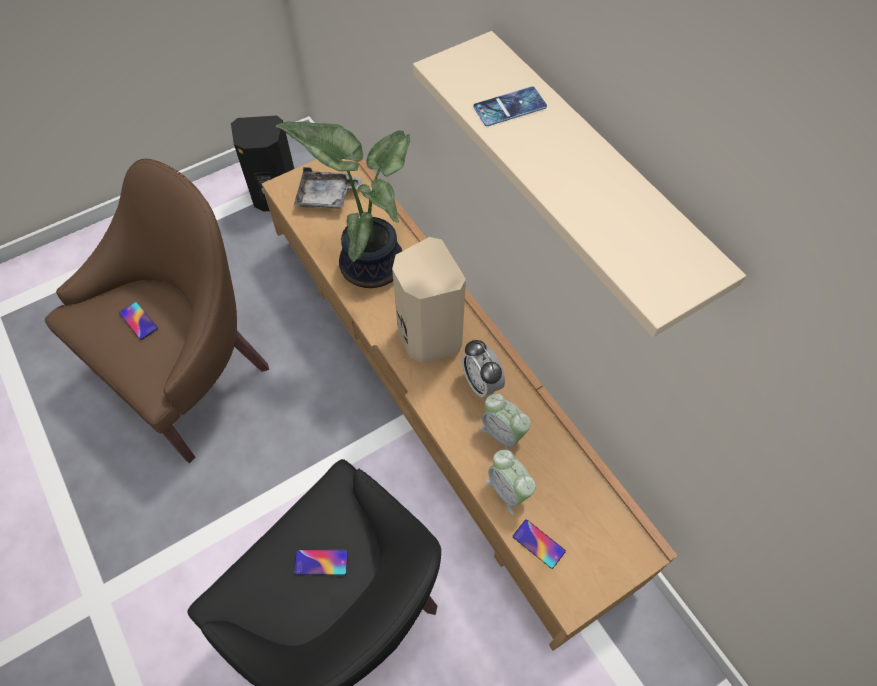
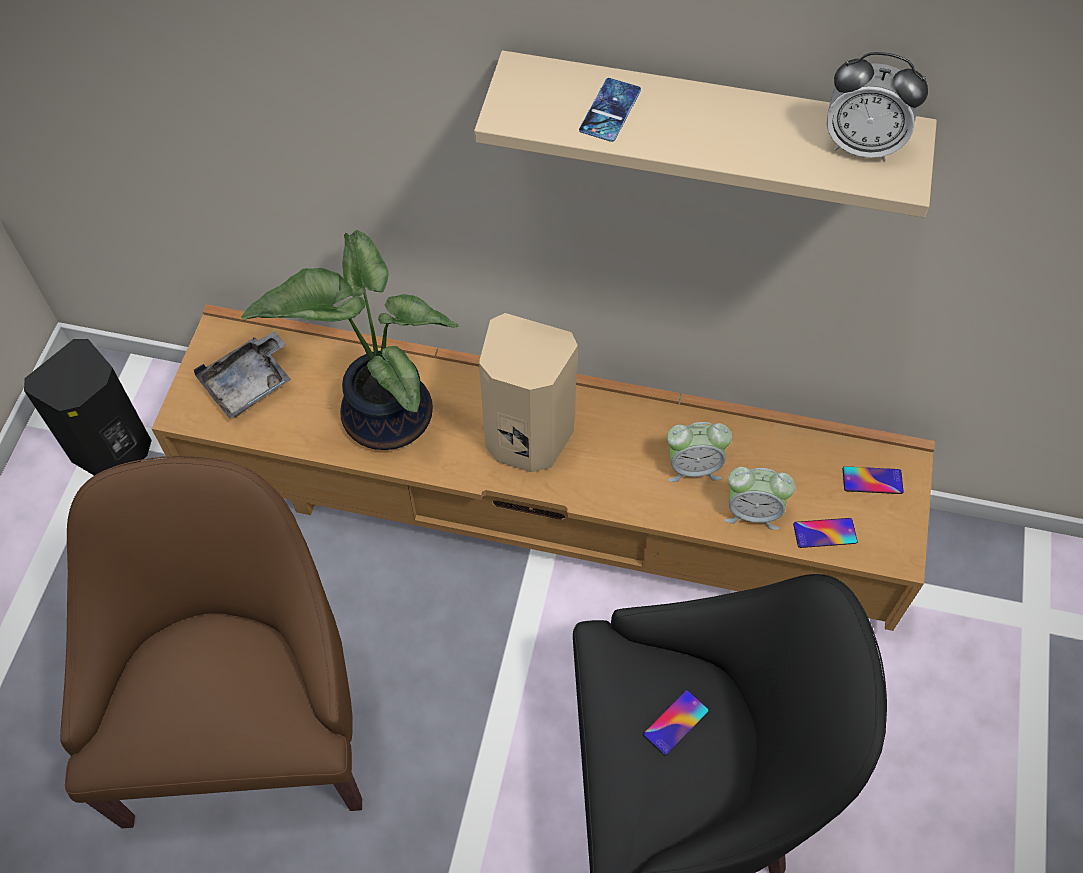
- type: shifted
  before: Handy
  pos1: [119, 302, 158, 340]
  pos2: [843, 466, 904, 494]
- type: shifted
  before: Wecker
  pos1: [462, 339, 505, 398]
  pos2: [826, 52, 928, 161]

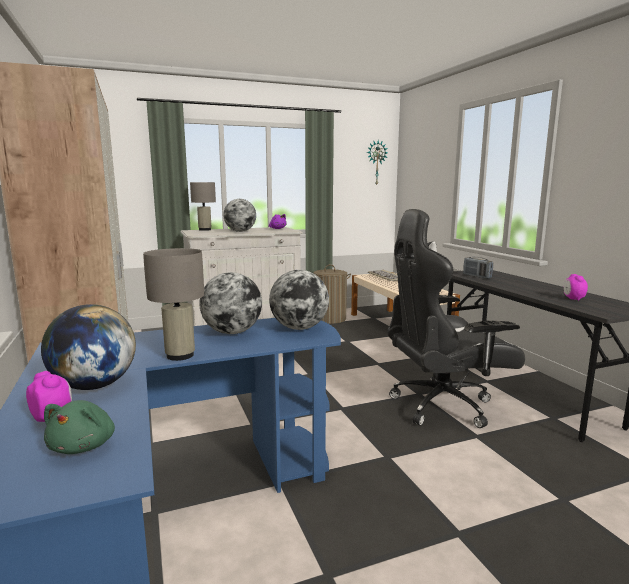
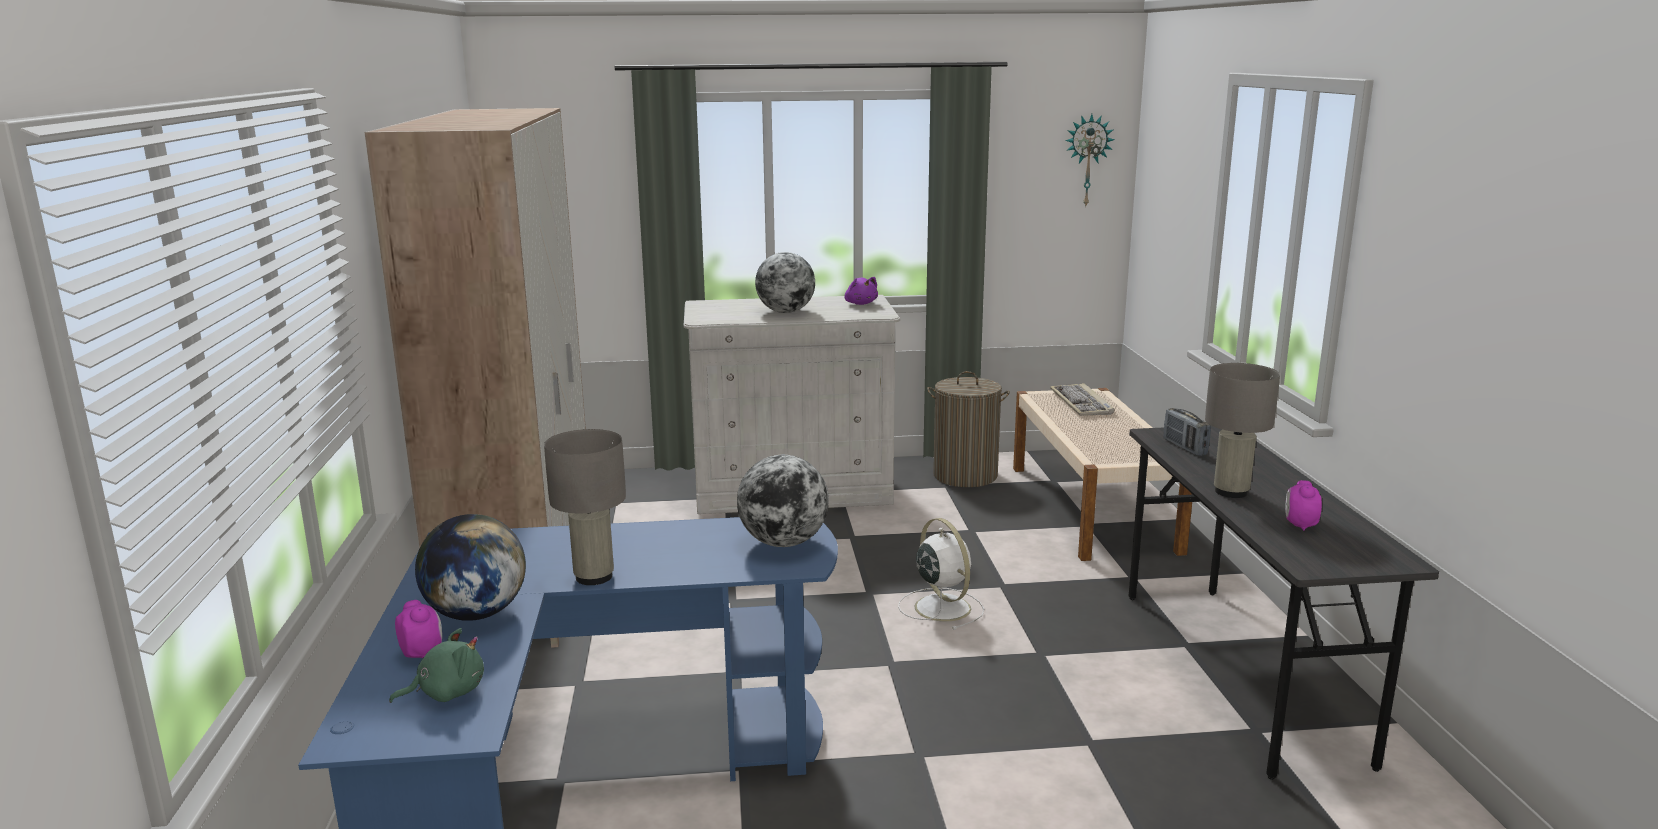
- type: shifted
  before: Tischlampe (grau)
  pos1: [190, 182, 216, 231]
  pos2: [1205, 363, 1280, 498]
- type: gone
  before: Bürostuhl (schwarz)
  pos1: [387, 209, 525, 428]
- type: gone
  before: Globus
  pos1: [200, 272, 262, 334]
- type: rotated
  before: Plüschtier (grün)
  pos1: [44, 400, 115, 454]
  pos2: [389, 628, 484, 703]
  turn: -135
- type: new
  after: Ventilator (weiß)
  pos2: [898, 518, 984, 630]

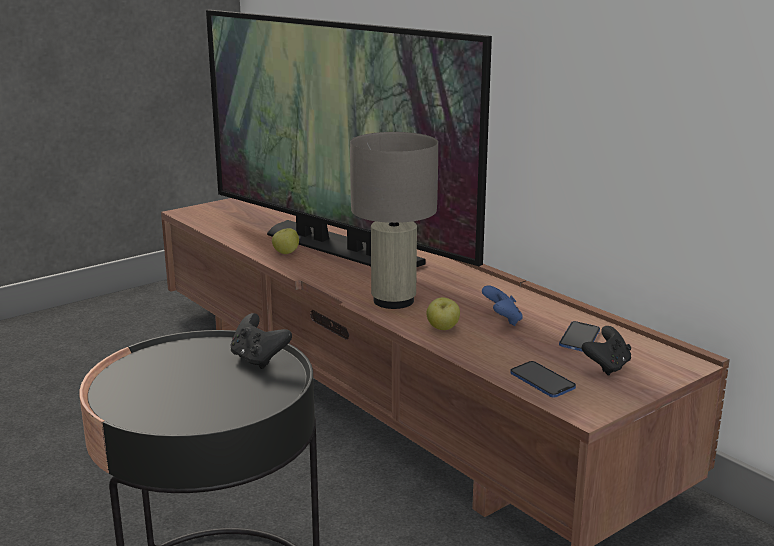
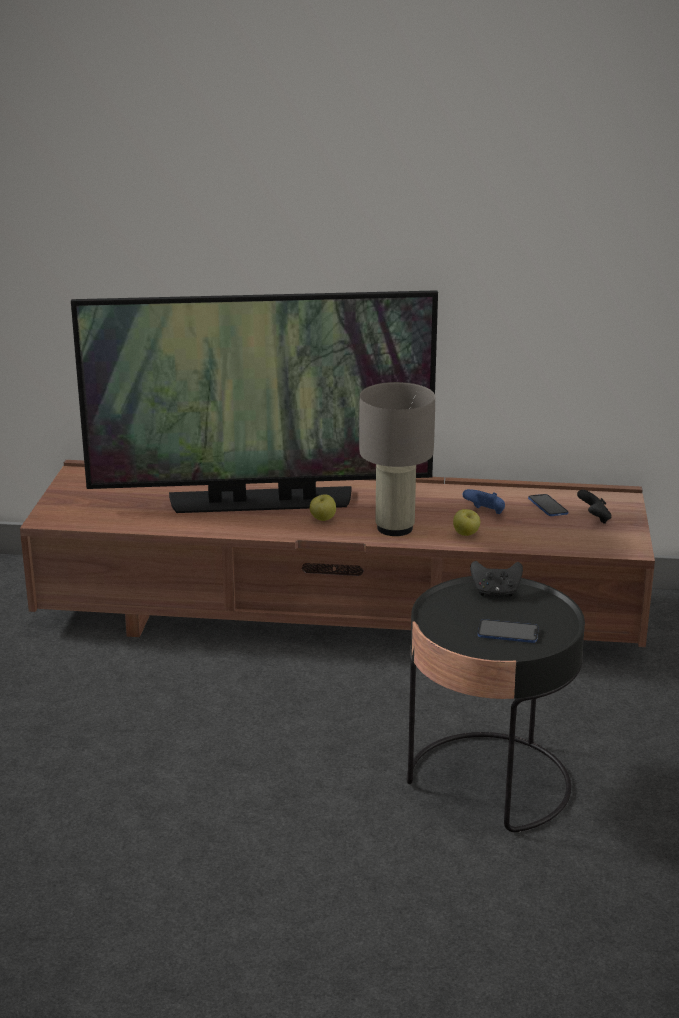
- type: shifted
  before: Apfel
  pos1: [272, 228, 299, 254]
  pos2: [310, 494, 336, 521]
- type: shifted
  before: Handy
  pos1: [510, 361, 576, 397]
  pos2: [478, 619, 539, 643]

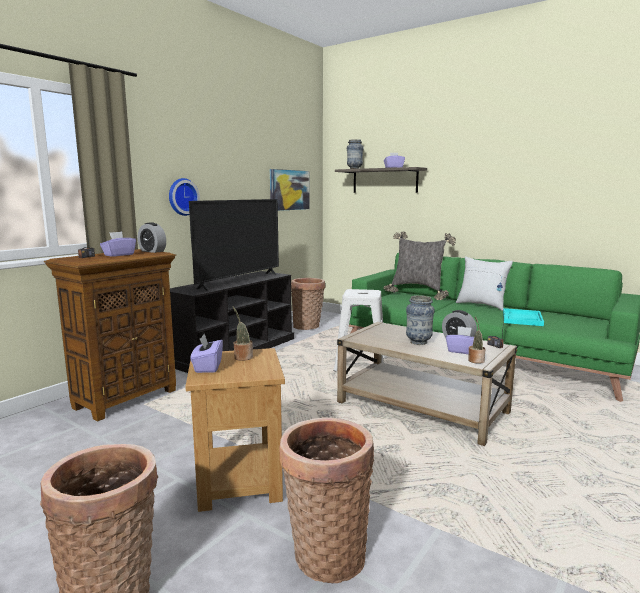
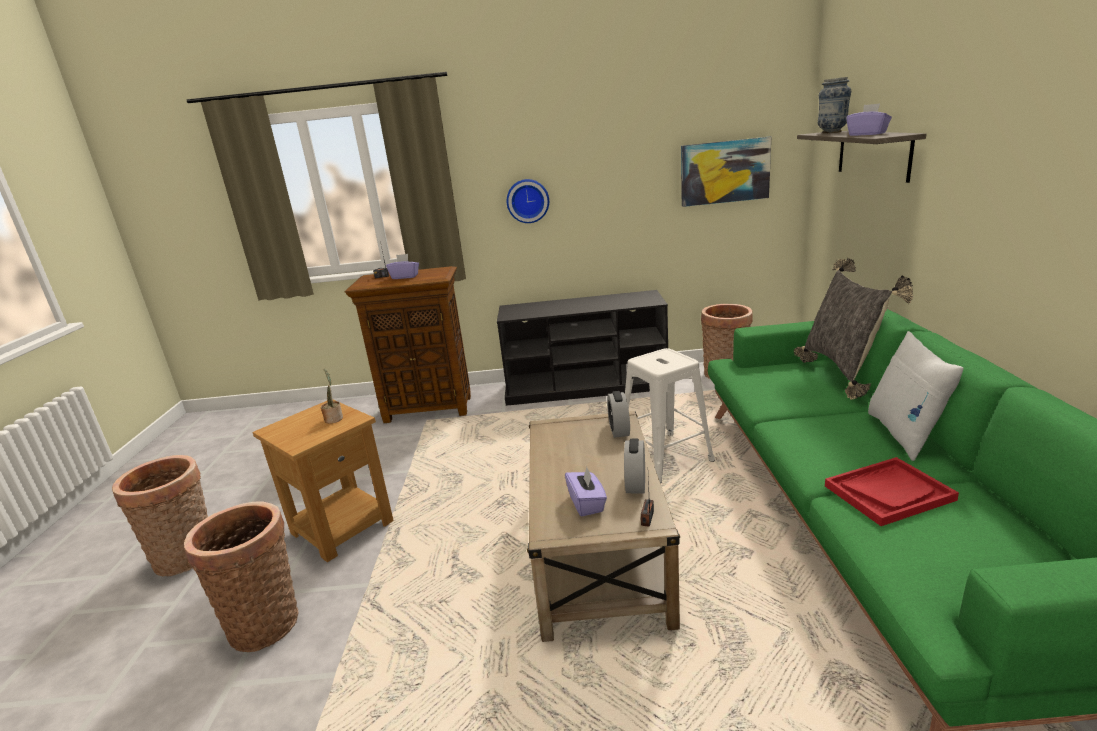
- type: gone
  before: Fernseher
  pos1: [189, 199, 279, 291]
- type: shifted
  before: Wecker
  pos1: [138, 222, 166, 253]
  pos2: [607, 391, 630, 438]
- type: gone
  before: Vase
  pos1: [406, 295, 435, 345]
- type: repainted
  before: Tablett (türkis)
  after: Tablett (rot)
  pos1: [503, 308, 544, 326]
  pos2: [825, 457, 959, 526]
- type: gone
  before: Topfpflanze
  pos1: [468, 317, 486, 364]
- type: gone
  before: Taschentuchbox (lila)
  pos1: [190, 334, 223, 373]

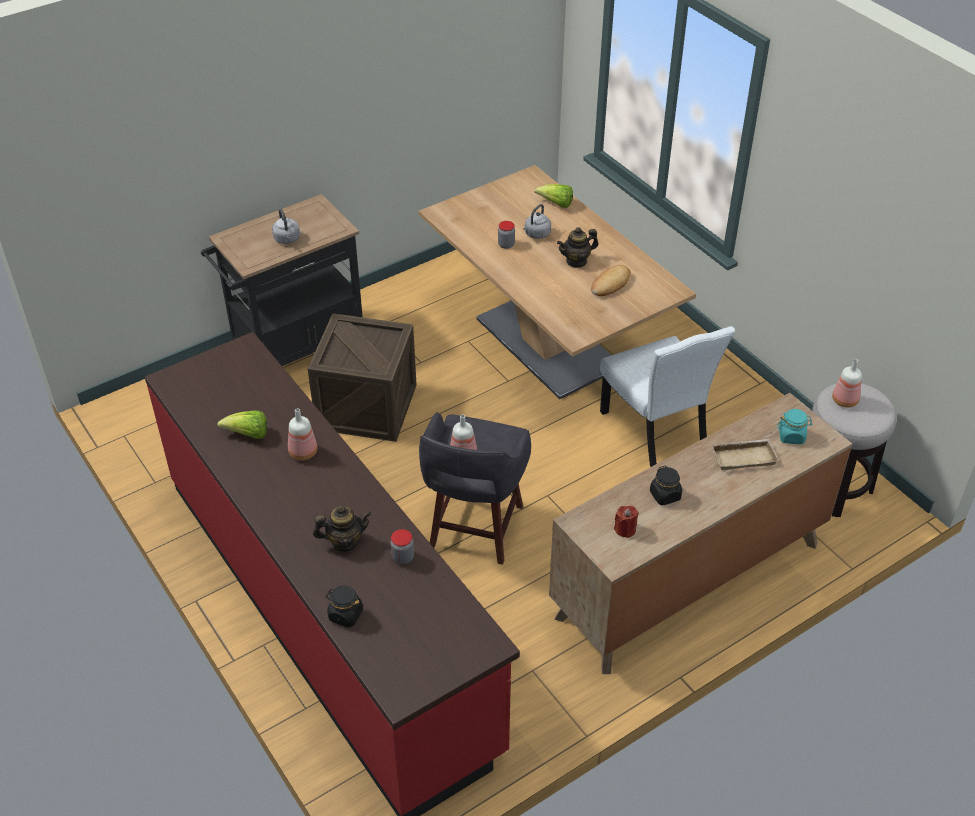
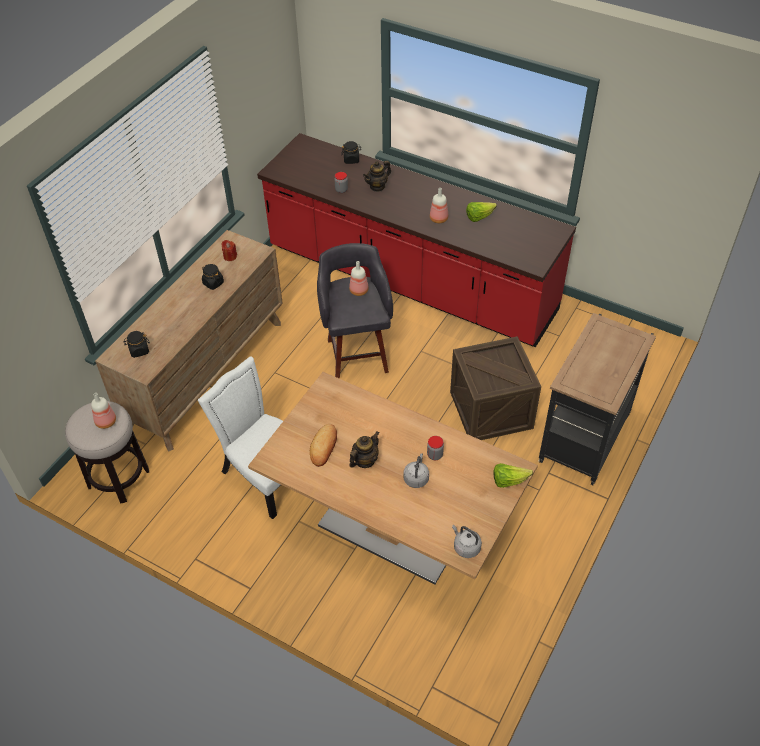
- type: shifted
  before: Salatkopf
  pos1: [535, 184, 573, 208]
  pos2: [493, 463, 533, 488]
- type: shifted
  before: Wasserkessel (grau)
  pos1: [272, 208, 300, 244]
  pos2: [452, 525, 482, 558]
- type: repainted
  before: Vorratsglas (türkis)
  after: Vorratsglas (schwarz)
  pos1: [777, 409, 813, 444]
  pos2: [124, 331, 150, 358]
- type: gone
  before: Tablett (beige)
  pos1: [711, 439, 779, 470]

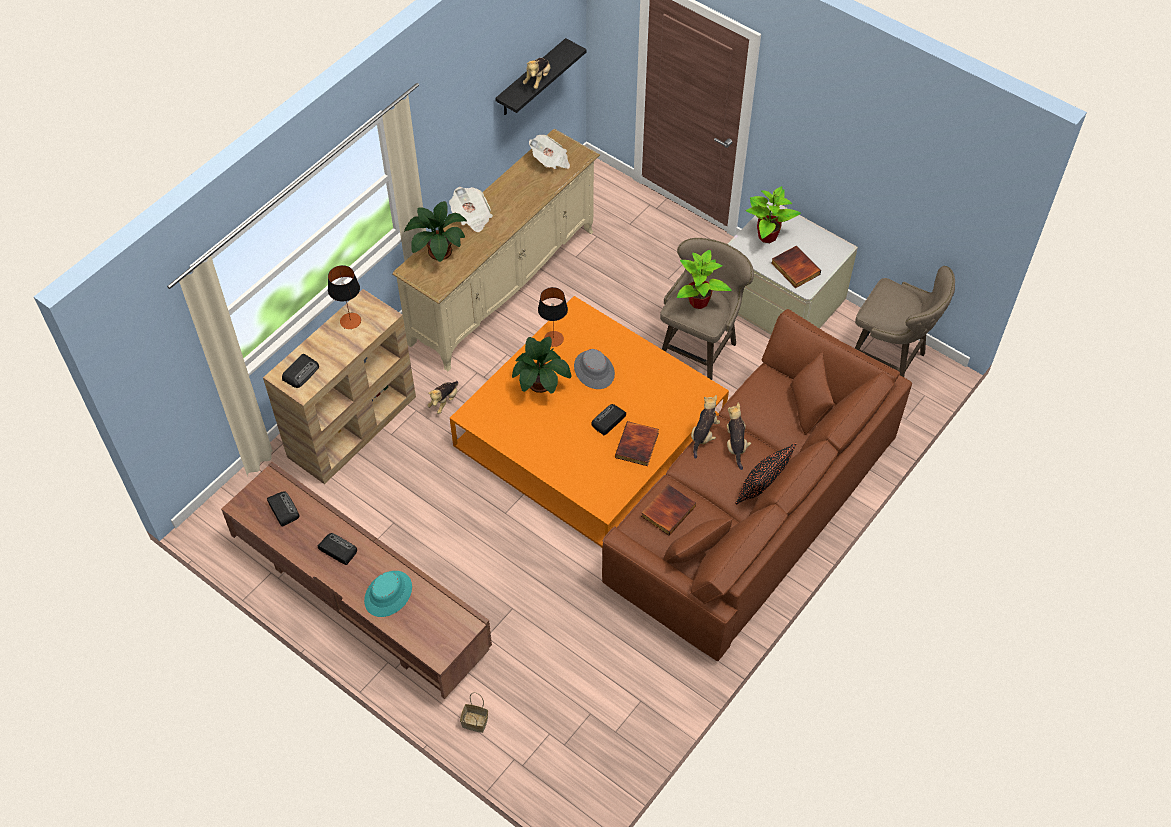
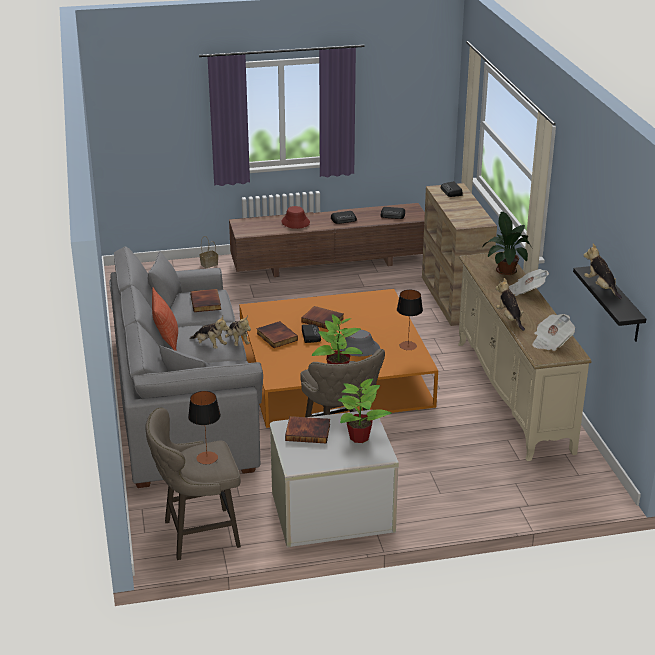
- type: shifted
  before: Tischlampe
  pos1: [328, 265, 361, 329]
  pos2: [188, 391, 221, 464]
- type: repainted
  before: Sofa (braun)
  after: Sofa (grau)
  pos1: [602, 309, 912, 661]
  pos2: [109, 246, 263, 488]
- type: gone
  before: Topfpflanze
  pos1: [512, 337, 571, 393]
- type: shifted
  before: Plüschtier
  pos1: [427, 381, 458, 414]
  pos2: [496, 278, 525, 331]
- type: repainted
  before: Kissen (schwarz)
  after: Kissen (orange)
  pos1: [735, 443, 796, 505]
  pos2: [152, 287, 178, 351]
- type: repainted
  before: Hut (türkis)
  after: Hut (rot)
  pos1: [364, 571, 412, 617]
  pos2: [282, 206, 310, 229]
- type: new
  after: Buch
  pos2: [302, 306, 344, 329]

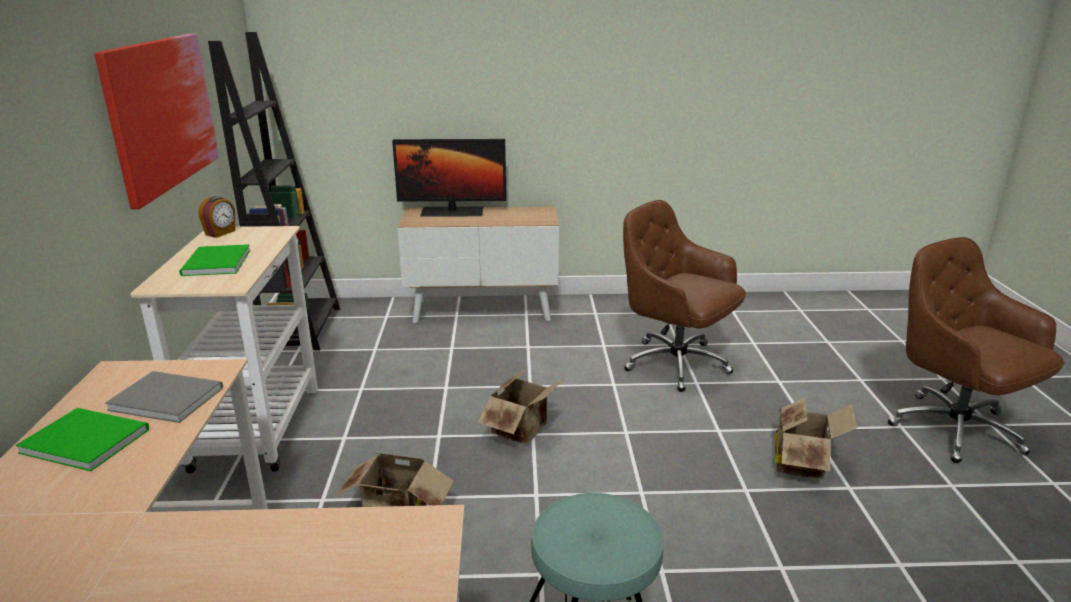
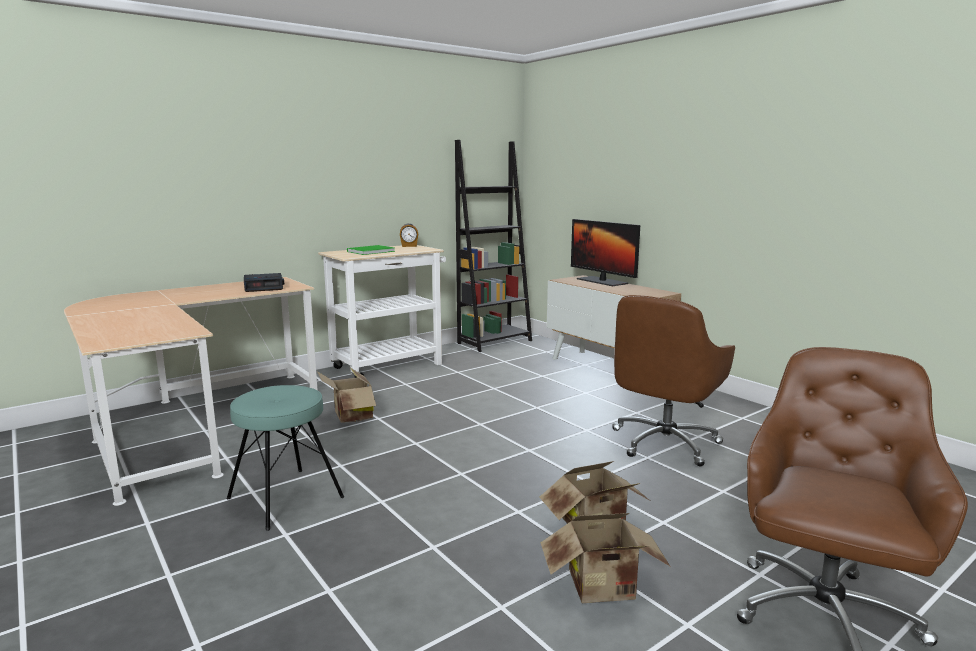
- type: gone
  before: Bild
  pos1: [94, 34, 219, 209]
- type: rotated
  before: Bürostuhl (braun)
  pos1: [623, 200, 746, 392]
  pos2: [612, 295, 735, 466]
  turn: -150
- type: shifted
  before: Karton
  pos1: [478, 369, 564, 444]
  pos2: [541, 513, 671, 603]
- type: swapped
  before: Buch (grau)
  after: Wecker
  pos1: [105, 371, 223, 423]
  pos2: [244, 273, 284, 292]
- type: gone
  before: Buch (grün)
  pos1: [15, 408, 149, 471]

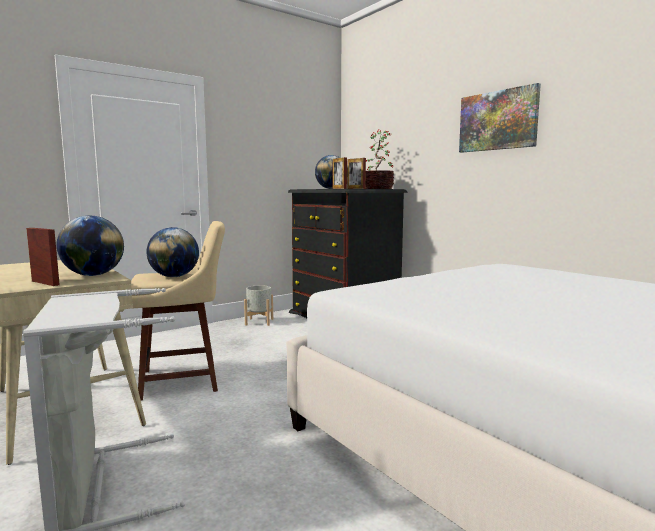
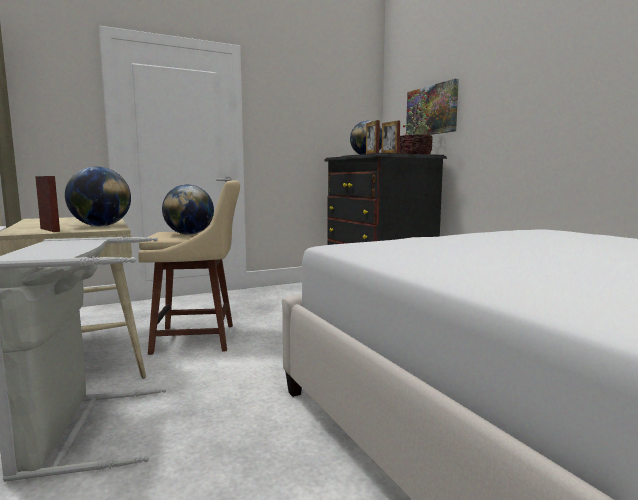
- type: shifted
  before: Bild
  pos1: [459, 83, 541, 153]
  pos2: [406, 79, 459, 135]
- type: gone
  before: Pflanzkübel (grau)
  pos1: [244, 285, 273, 326]

